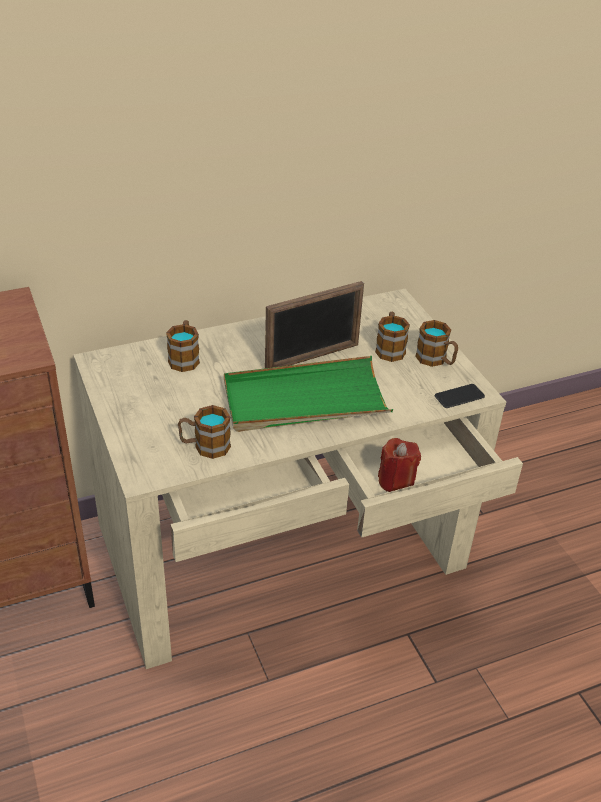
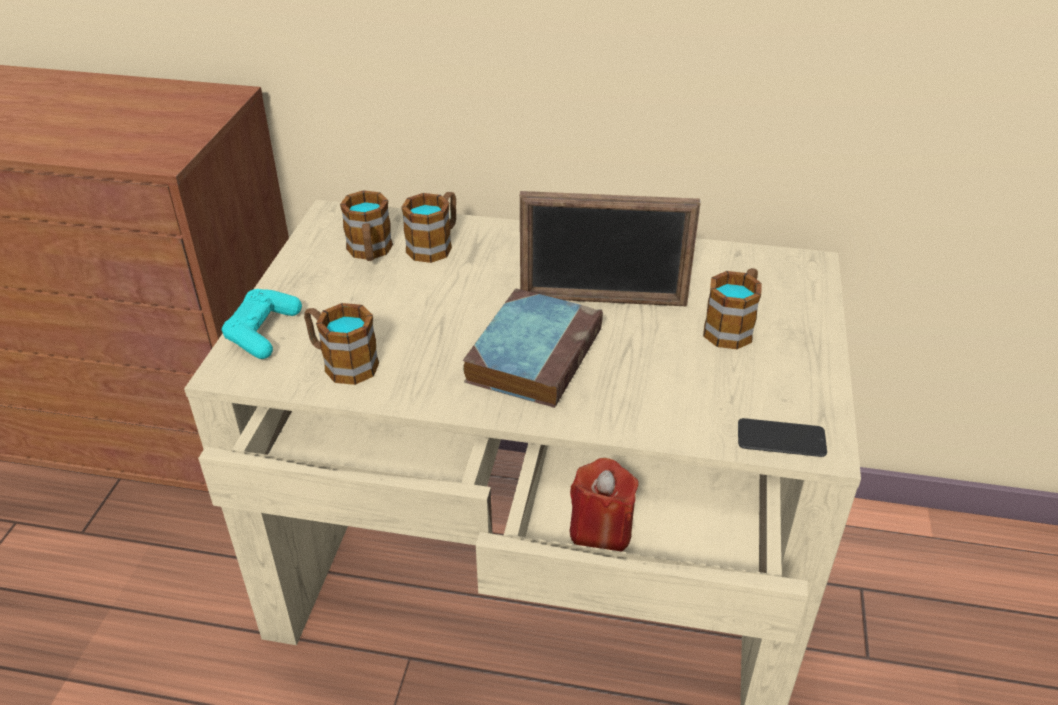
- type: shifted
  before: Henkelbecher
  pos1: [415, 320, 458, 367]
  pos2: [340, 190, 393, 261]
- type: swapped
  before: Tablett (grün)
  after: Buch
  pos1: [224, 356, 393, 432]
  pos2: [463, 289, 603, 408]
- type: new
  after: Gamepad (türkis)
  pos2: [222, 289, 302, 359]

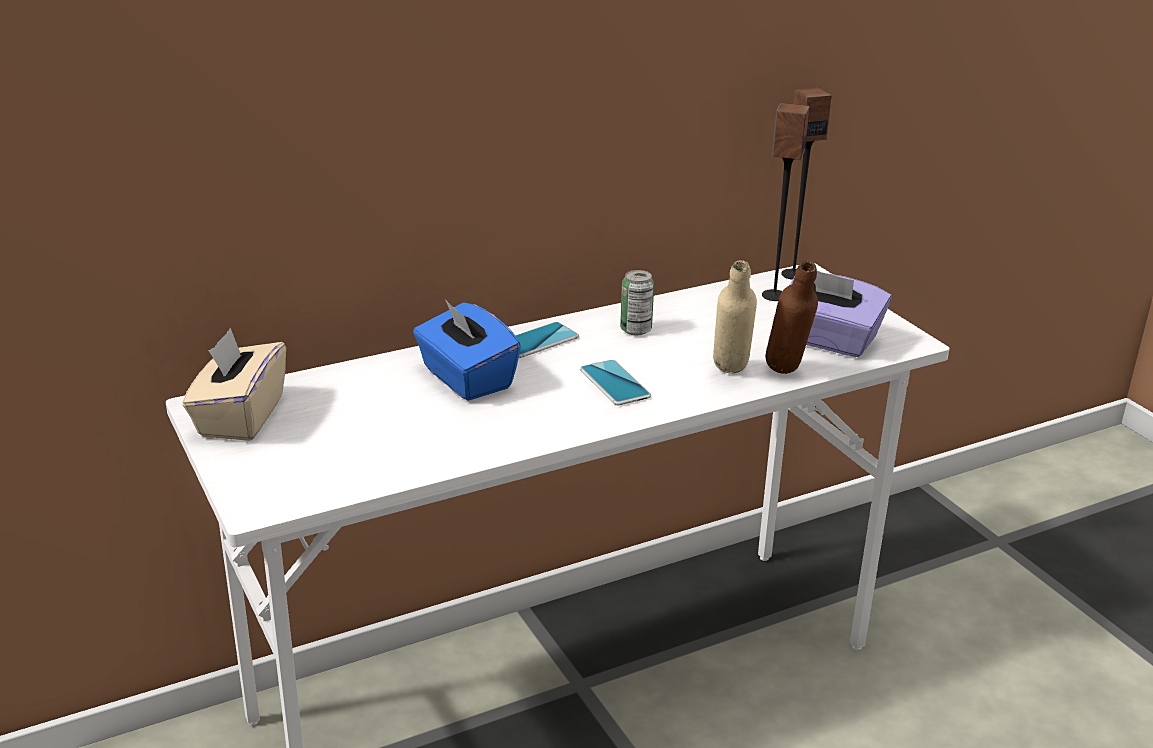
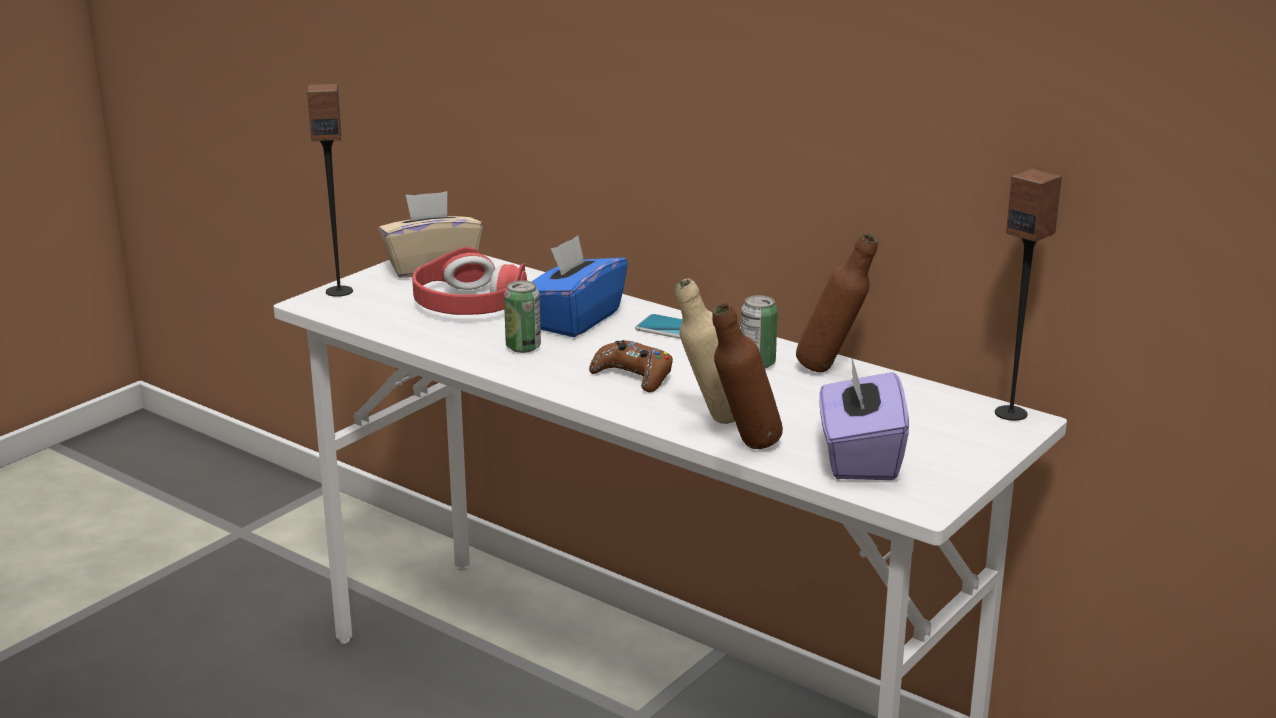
- type: shifted
  before: Lautsprecher
  pos1: [762, 103, 810, 301]
  pos2: [307, 84, 353, 297]
- type: swapped
  before: Handy
  after: Gamepad (braun)
  pos1: [580, 360, 651, 405]
  pos2: [589, 340, 673, 392]
- type: new
  after: Flasche (braun)
  pos2: [796, 233, 878, 372]
- type: new
  after: Kopfhörer (rot)
  pos2: [412, 247, 527, 315]
- type: new
  after: Dose
  pos2: [504, 280, 541, 353]

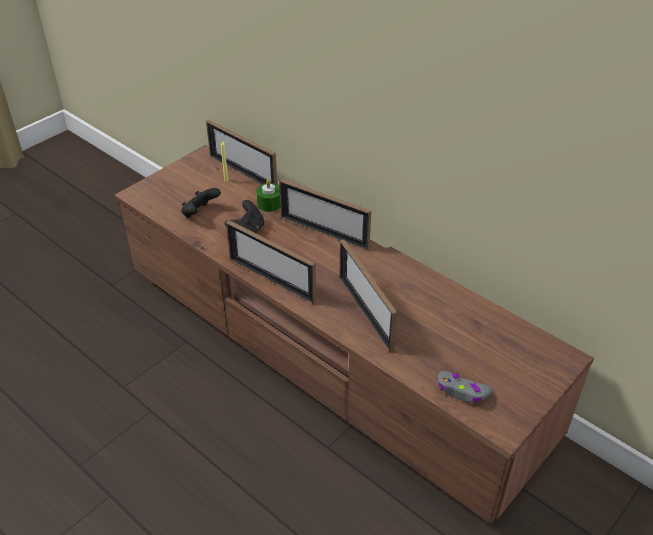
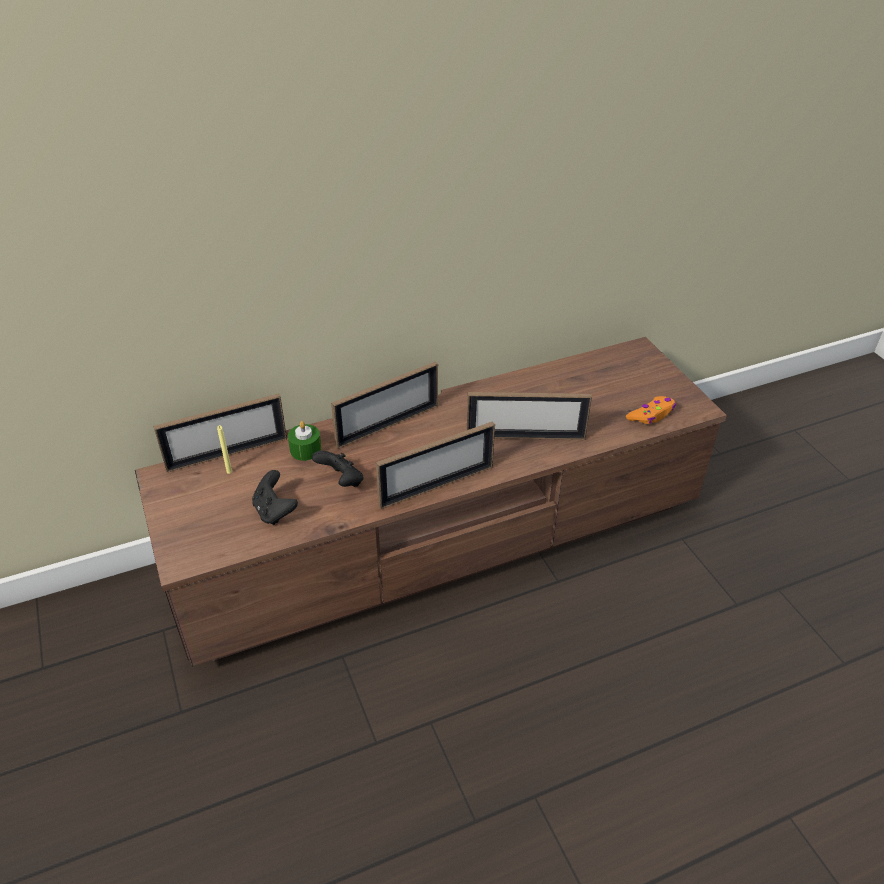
- type: repainted
  before: Gamepad (grau)
  after: Gamepad (orange)
  pos1: [438, 371, 493, 403]
  pos2: [626, 396, 676, 424]

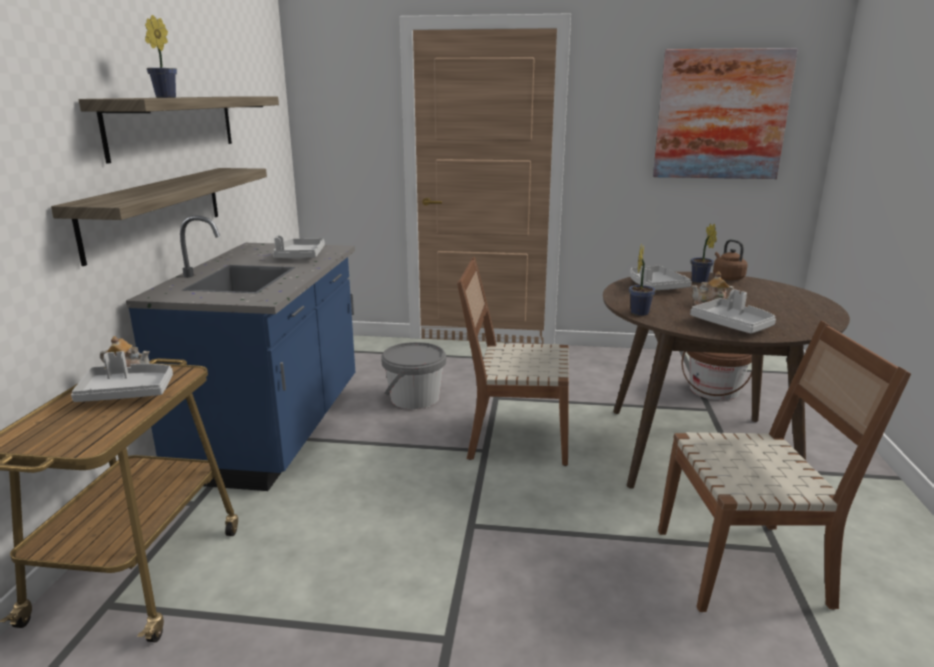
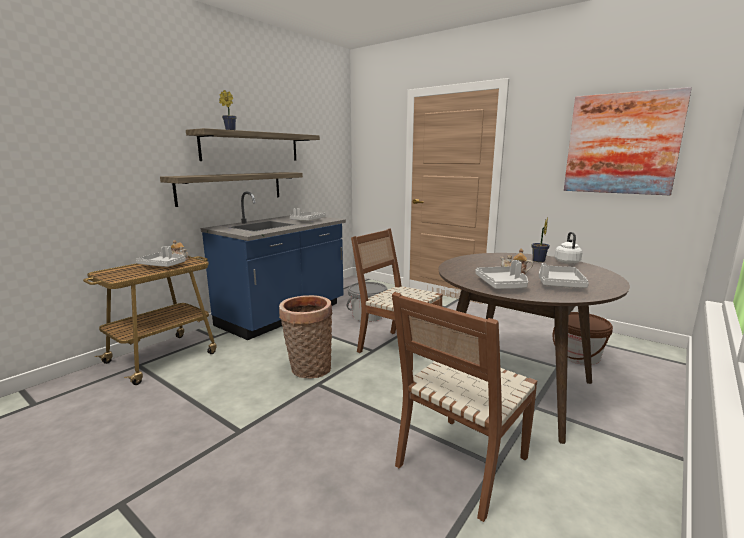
- type: repainted
  before: Wasserkessel (braun)
  after: Wasserkessel (weiß)
  pos1: [713, 239, 747, 280]
  pos2: [555, 232, 583, 264]
- type: gone
  before: Topfpflanze
  pos1: [629, 243, 656, 316]
- type: shifted
  before: Tablett (grau)
  pos1: [630, 266, 692, 290]
  pos2: [539, 263, 589, 288]
- type: rotated
  before: Stuhl
  pos1: [658, 321, 911, 612]
  pos2: [392, 292, 537, 522]
  turn: 105
- type: new
  after: Korb
  pos2: [279, 295, 333, 378]

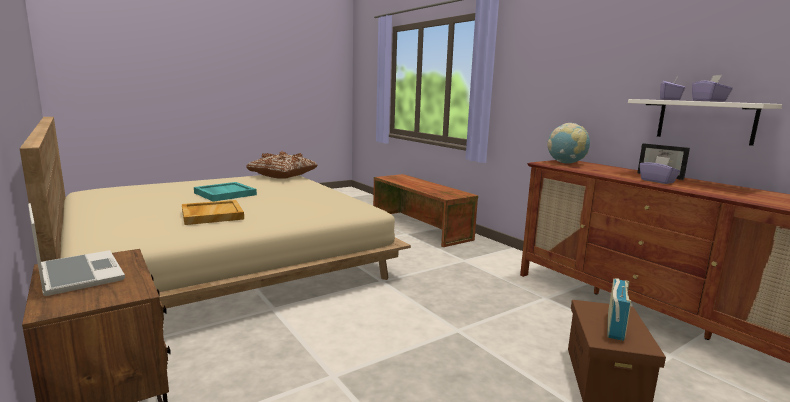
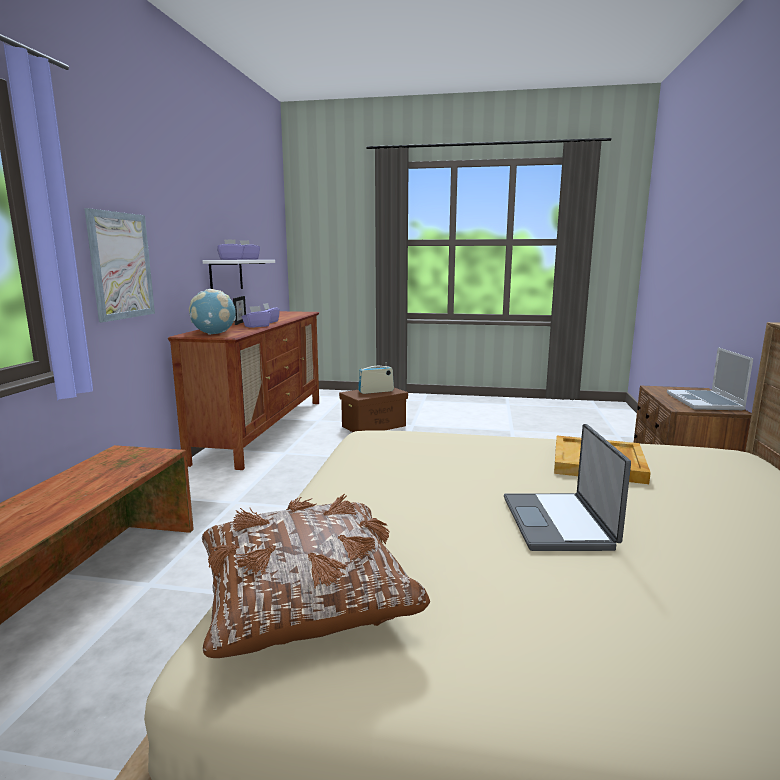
- type: swapped
  before: Tablett (türkis)
  after: Laptop
  pos1: [194, 182, 257, 202]
  pos2: [504, 424, 631, 551]
- type: new
  after: Bild
  pos2: [84, 208, 155, 322]
- type: new
  after: Taschentuchbox (lila)
  pos2: [242, 306, 271, 328]

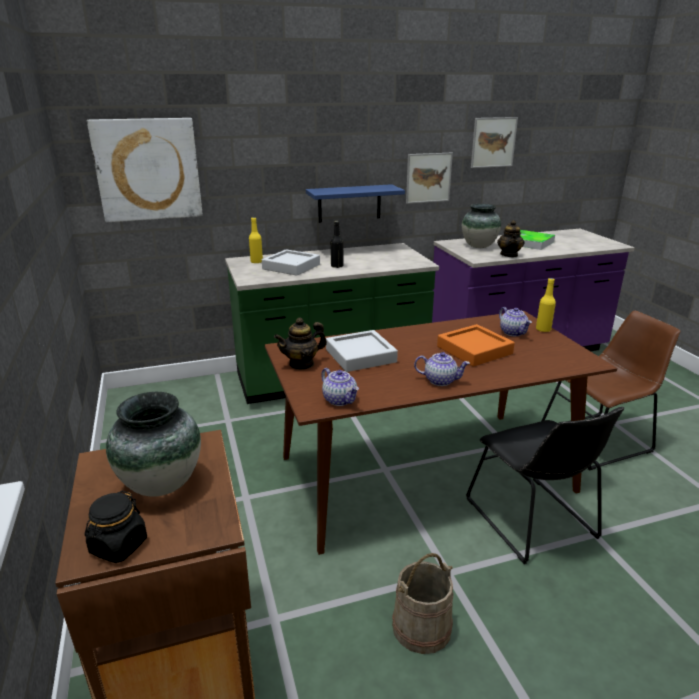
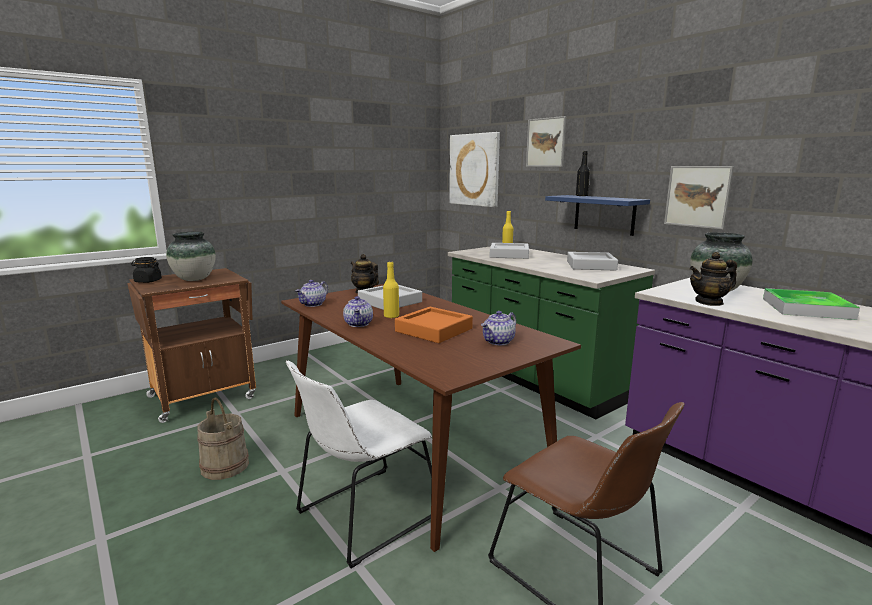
- type: shifted
  before: Bild
  pos1: [471, 117, 518, 168]
  pos2: [526, 116, 566, 167]
- type: shifted
  before: Flasche (schwarz)
  pos1: [331, 221, 343, 268]
  pos2: [576, 151, 590, 197]
- type: shifted
  before: Flasche (gelb)
  pos1: [536, 278, 556, 332]
  pos2: [383, 262, 399, 318]
- type: repainted
  before: Stuhl (schwarz)
  after: Stuhl (weiß)
  pos1: [466, 407, 624, 564]
  pos2: [286, 360, 432, 568]
- type: new
  after: Tablett (grau)
  pos2: [567, 252, 618, 270]

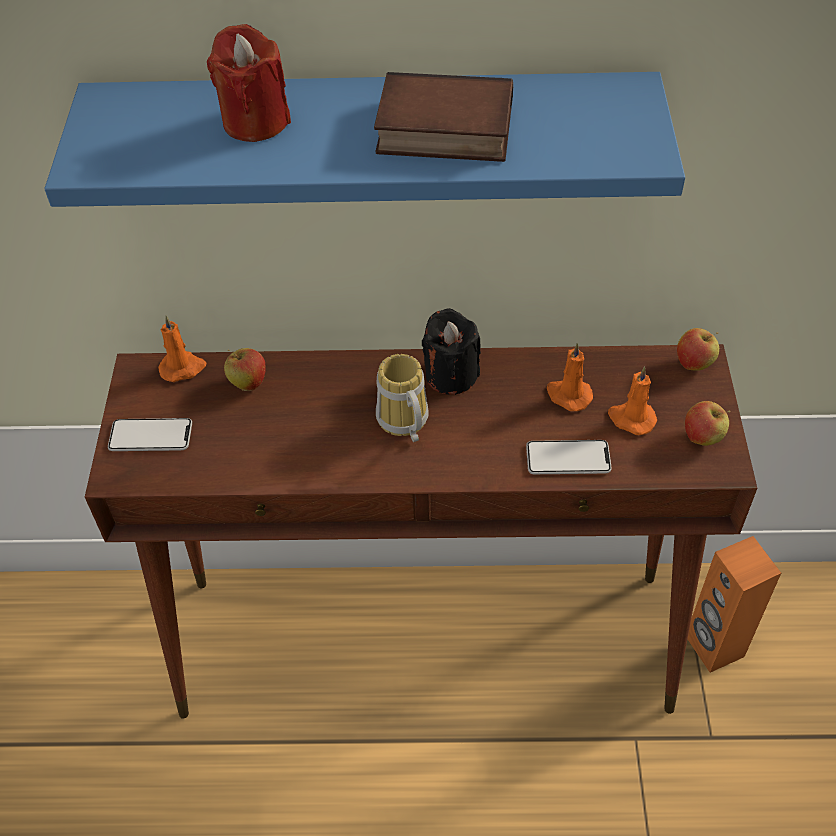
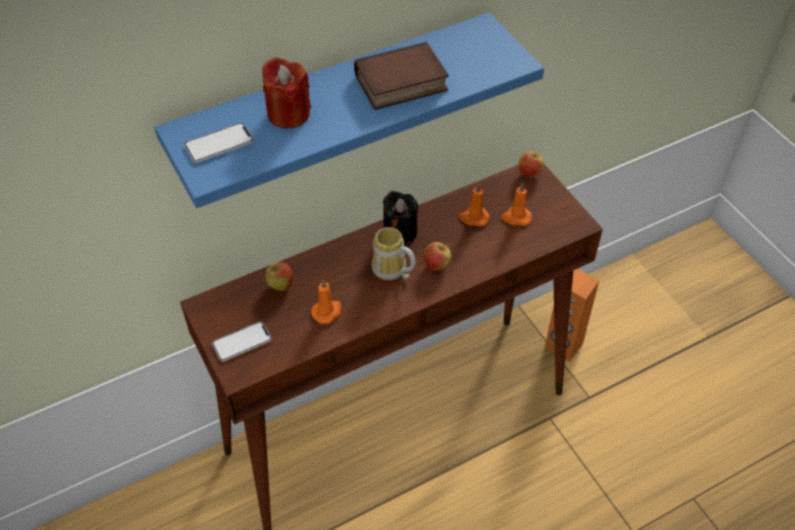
- type: shifted
  before: Kerze (orange)
  pos1: [158, 316, 206, 382]
  pos2: [311, 280, 341, 324]
- type: shifted
  before: Apfel
  pos1: [685, 401, 730, 446]
  pos2: [424, 242, 451, 271]
- type: shifted
  before: Handy
  pos1: [526, 440, 612, 474]
  pos2: [184, 123, 254, 163]

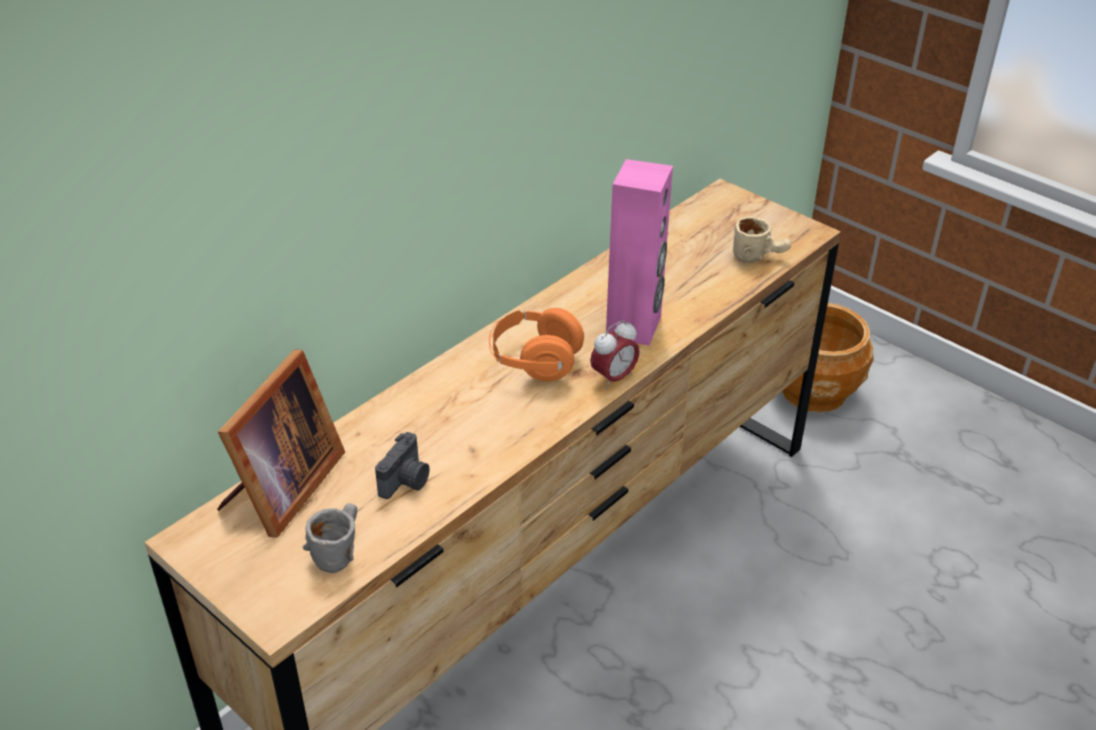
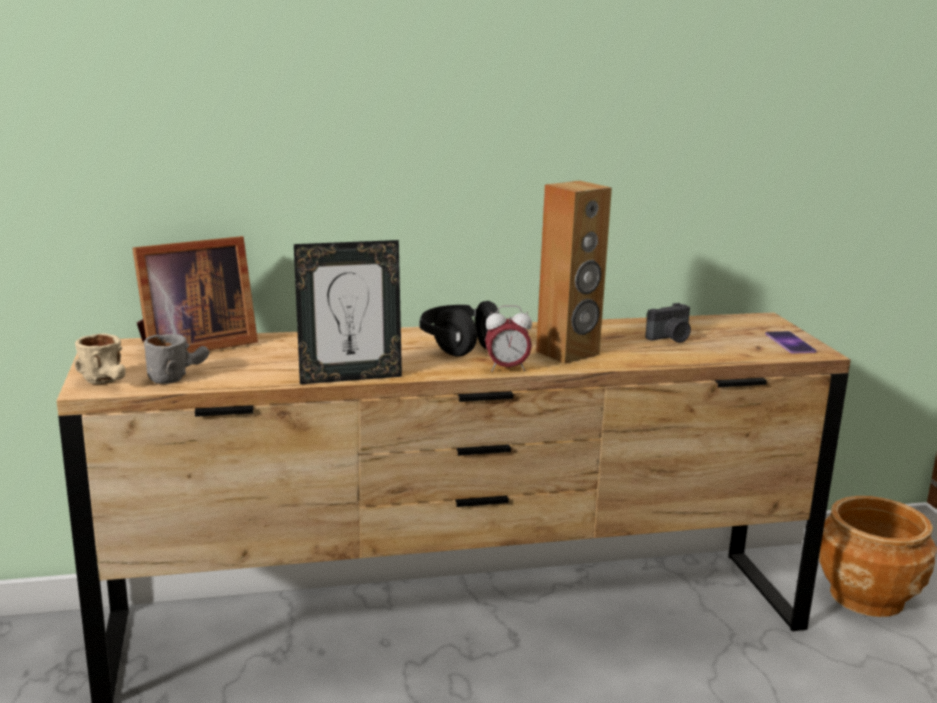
- type: repainted
  before: Lautsprecher (rosa)
  after: Lautsprecher (braun)
  pos1: [606, 159, 673, 346]
  pos2: [536, 181, 612, 364]
- type: shifted
  before: Henkelbecher (beige)
  pos1: [733, 216, 791, 263]
  pos2: [74, 333, 126, 384]
- type: repainted
  before: Kopfhörer (orange)
  after: Kopfhörer (schwarz)
  pos1: [489, 308, 584, 381]
  pos2: [420, 301, 499, 357]
- type: shifted
  before: Kamera
  pos1: [375, 432, 430, 499]
  pos2: [645, 303, 691, 343]
- type: new
  after: Bilderrahmen
  pos2: [294, 240, 402, 384]
- type: new
  after: Handy
  pos2: [765, 331, 817, 354]

